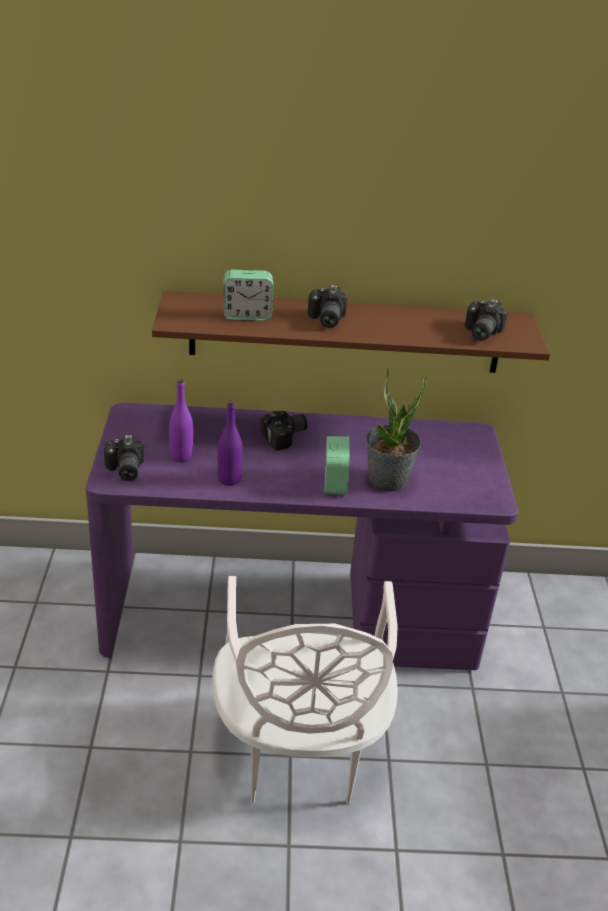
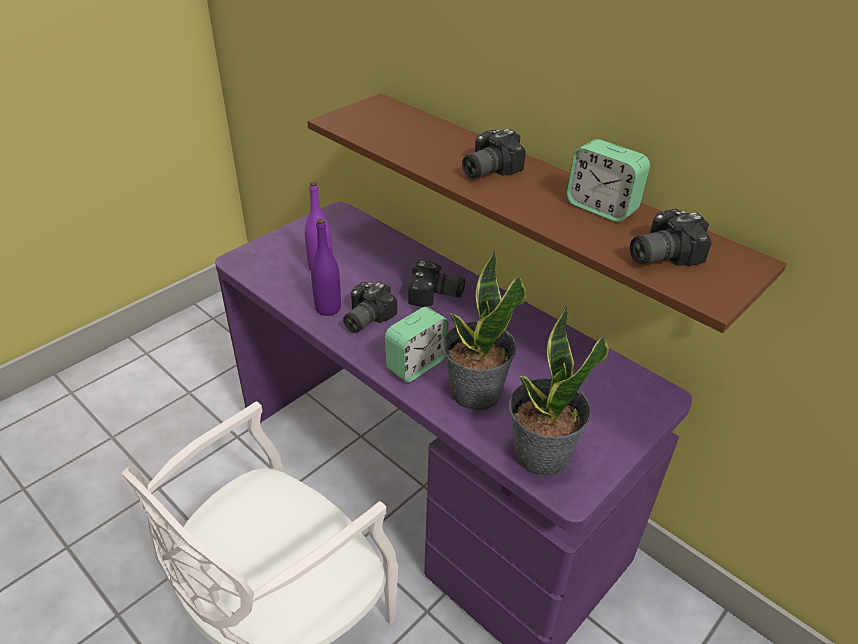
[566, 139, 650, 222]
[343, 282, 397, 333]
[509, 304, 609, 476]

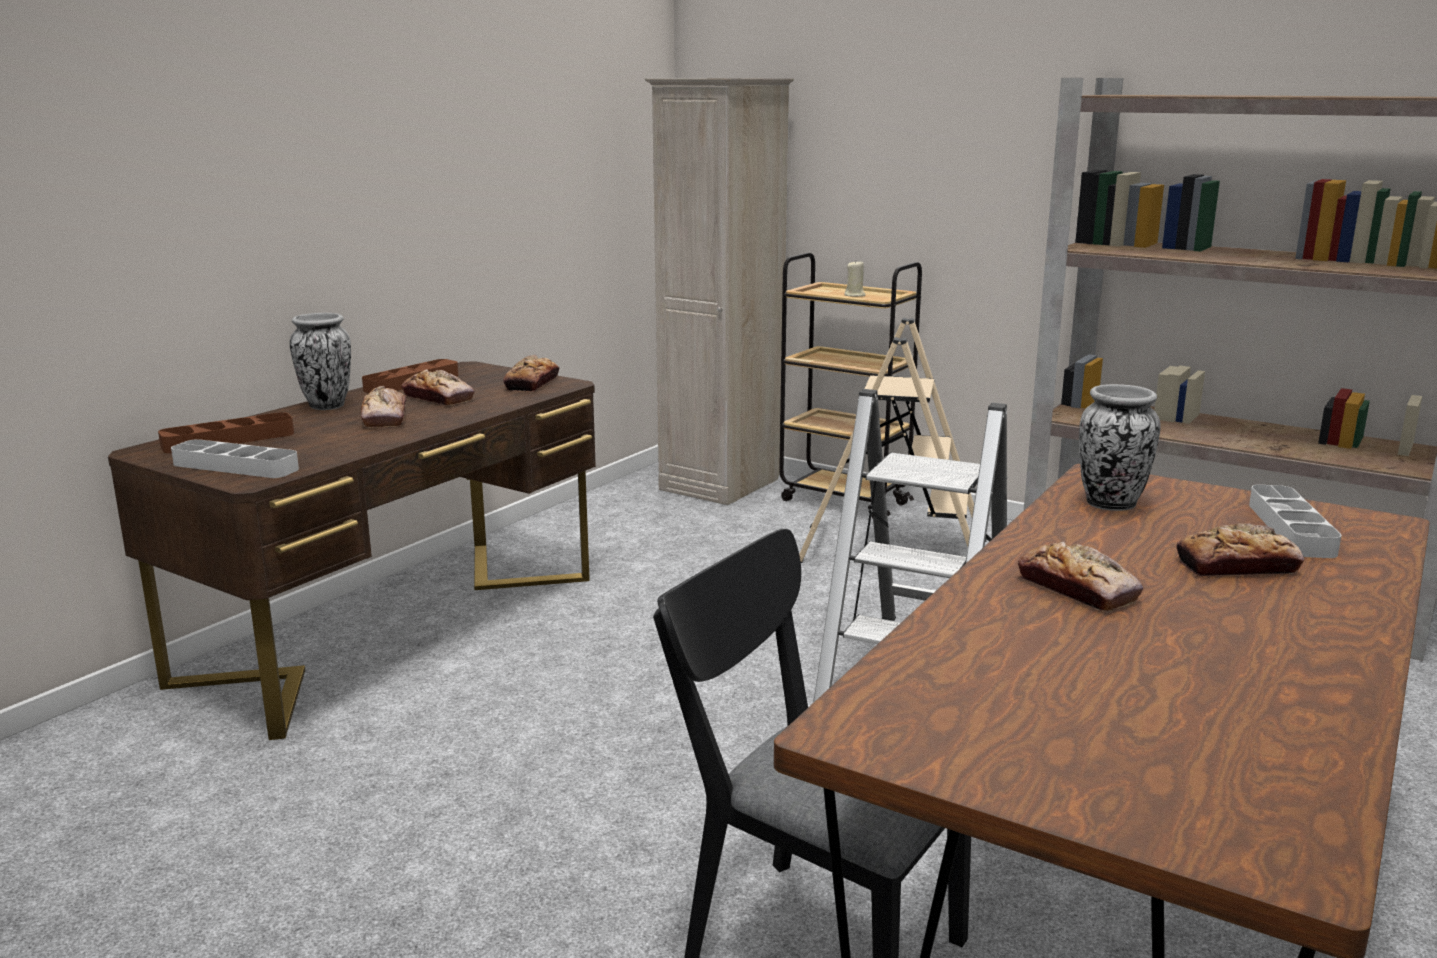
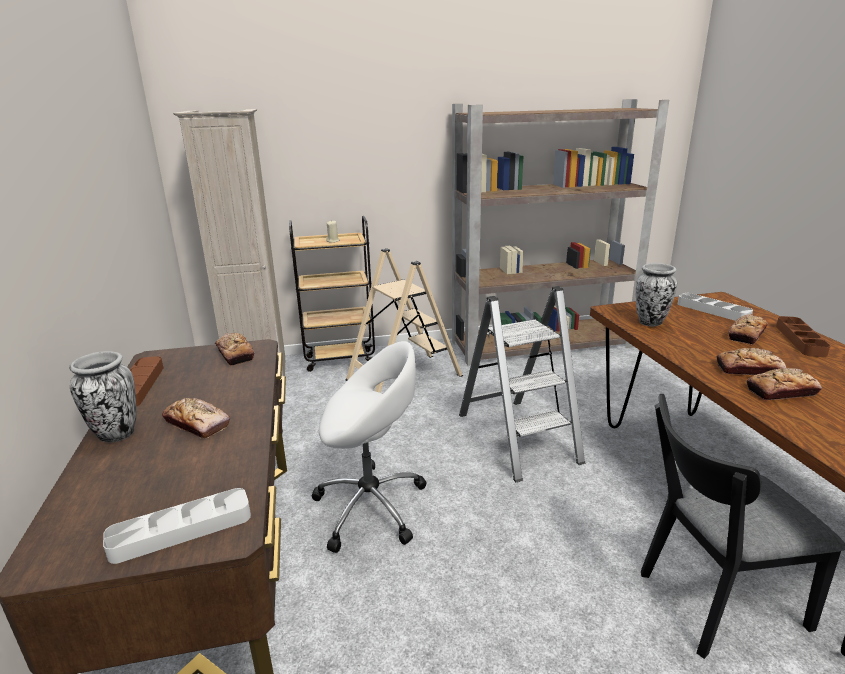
[747, 368, 822, 400]
[776, 316, 830, 357]
[312, 341, 427, 553]

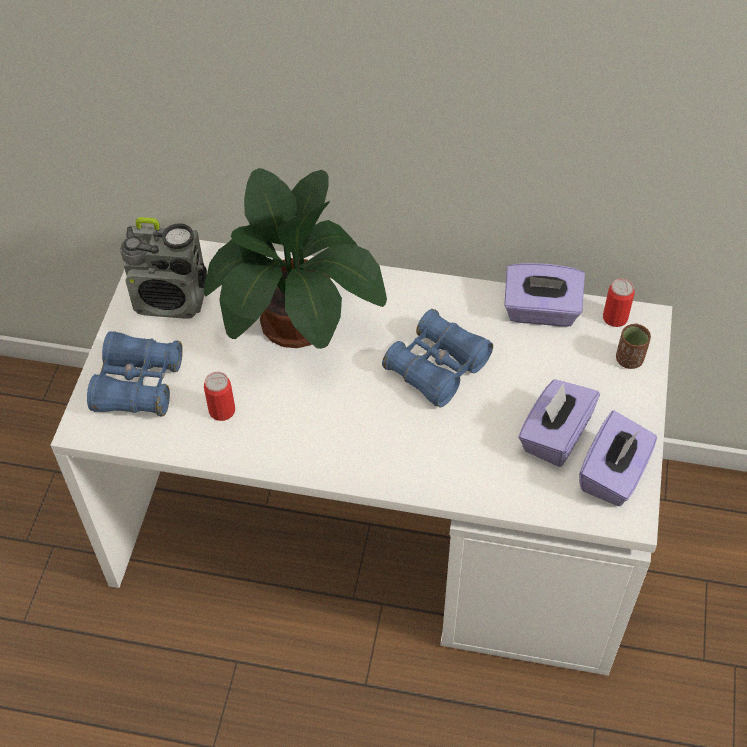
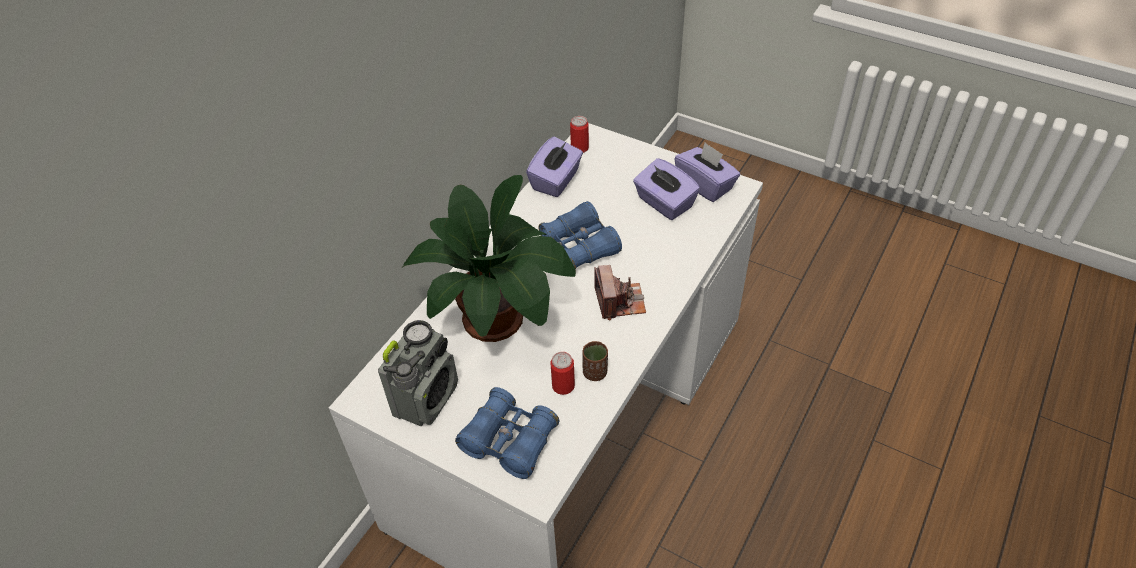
[582, 341, 608, 381]
[594, 265, 646, 320]

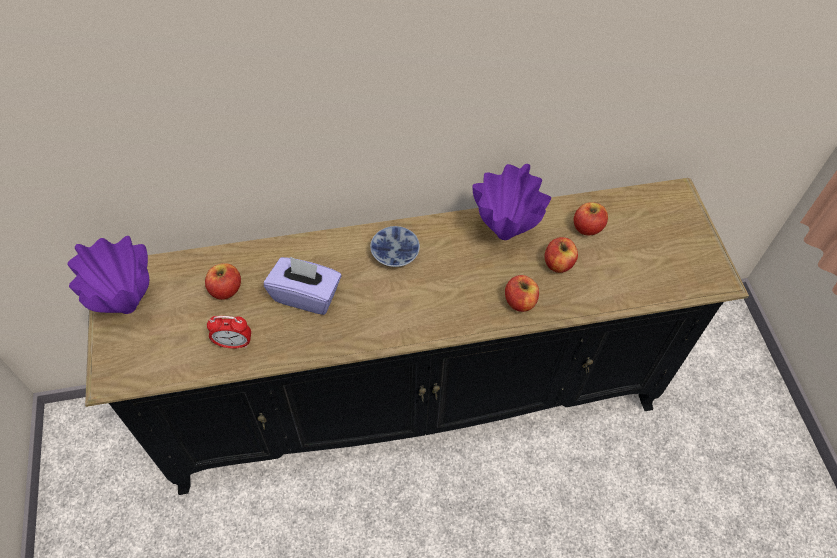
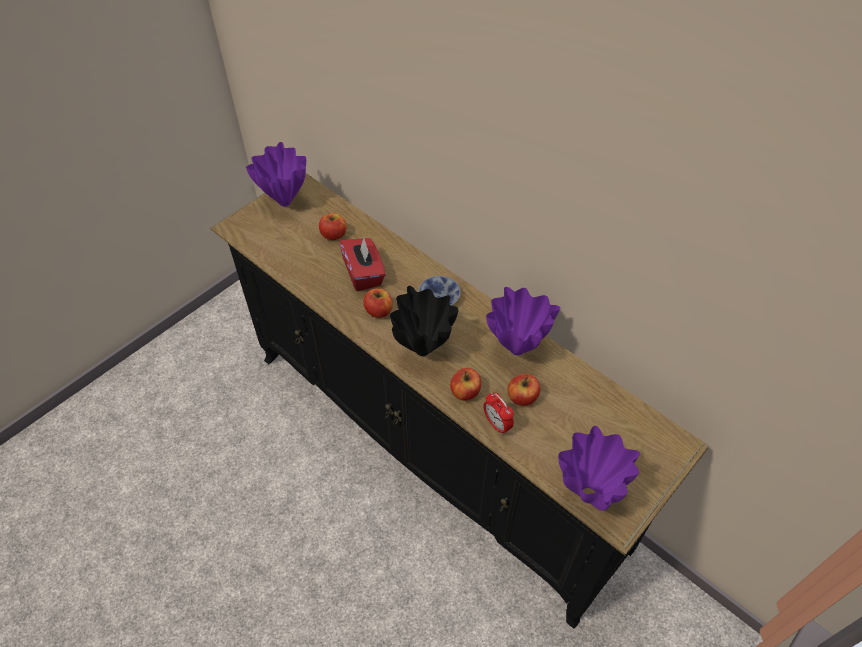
[364, 288, 393, 318]
[339, 238, 386, 291]
[483, 392, 514, 435]
[390, 286, 459, 356]
[559, 426, 640, 511]

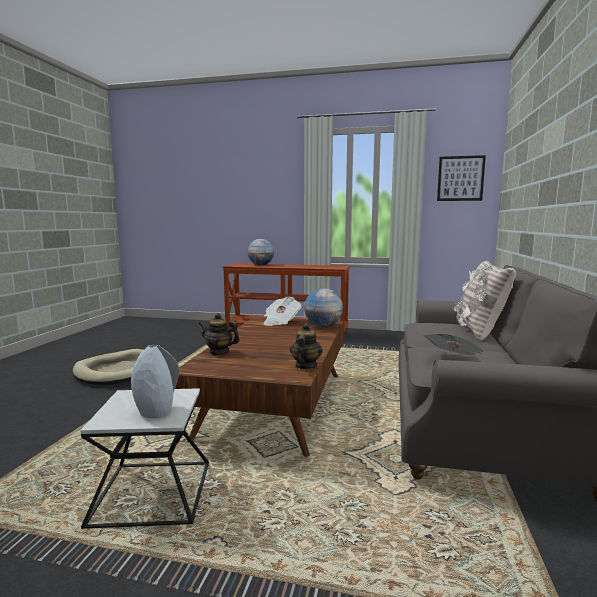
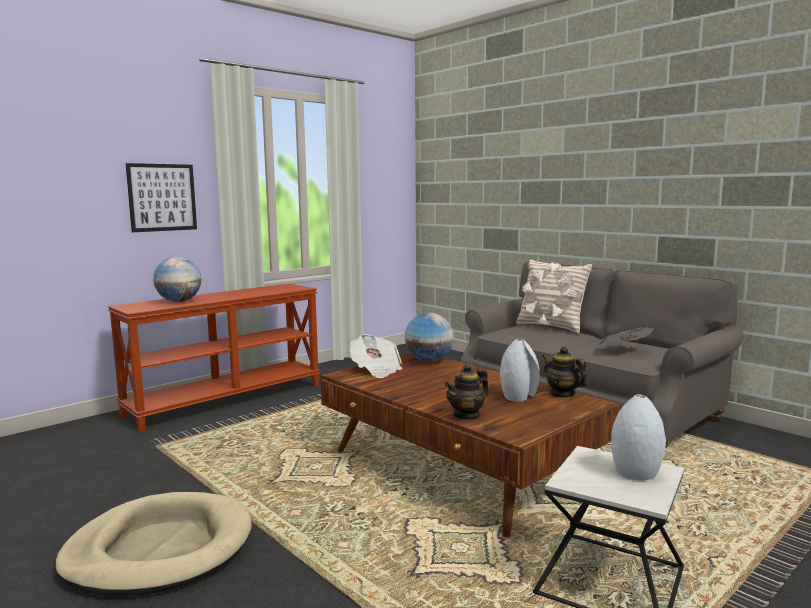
[126, 163, 197, 232]
[500, 339, 540, 402]

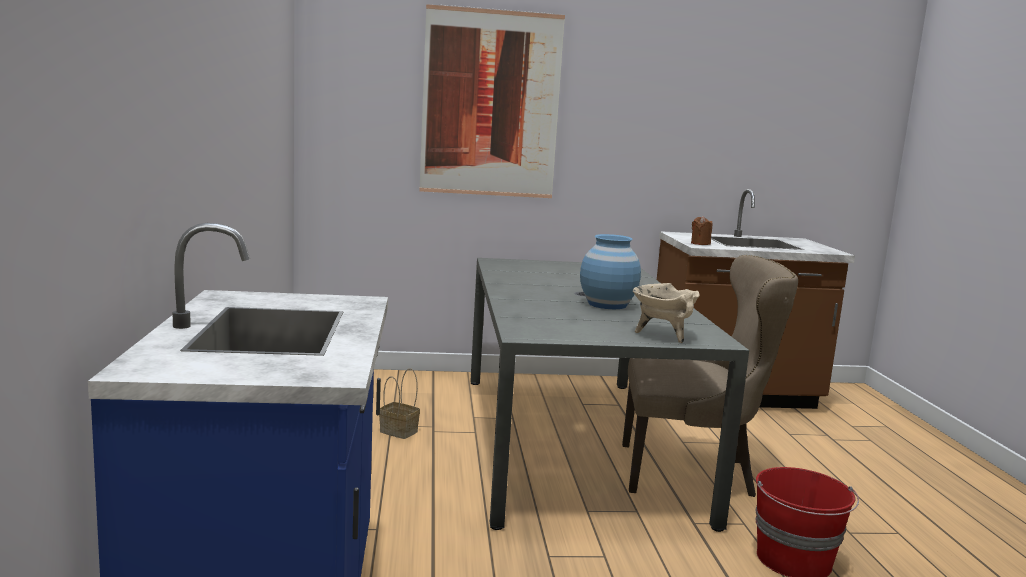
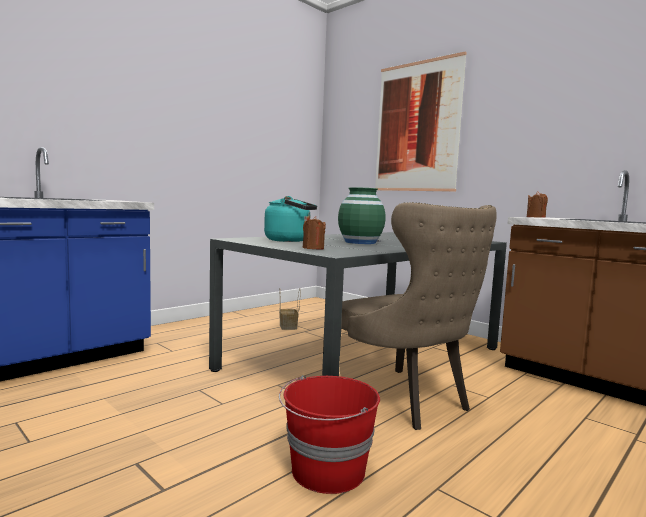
[338, 187, 385, 244]
[303, 216, 326, 249]
[264, 196, 317, 242]

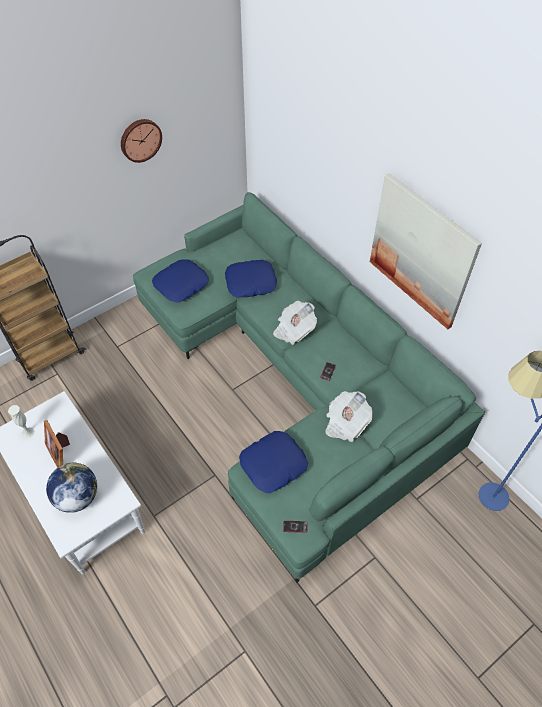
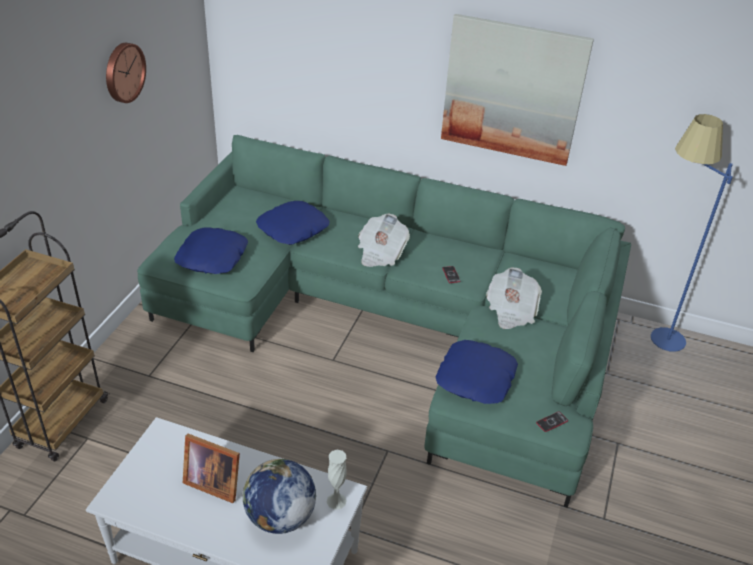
[326, 450, 347, 510]

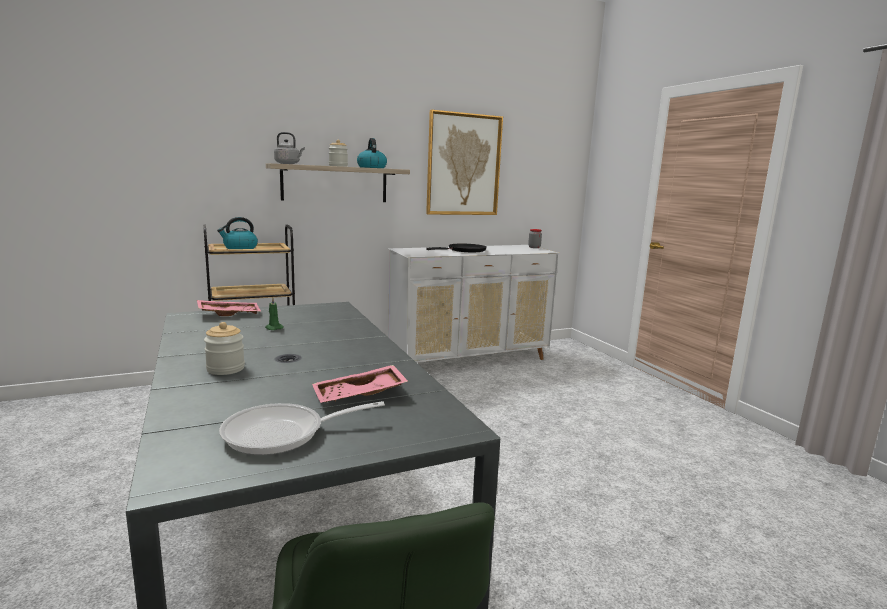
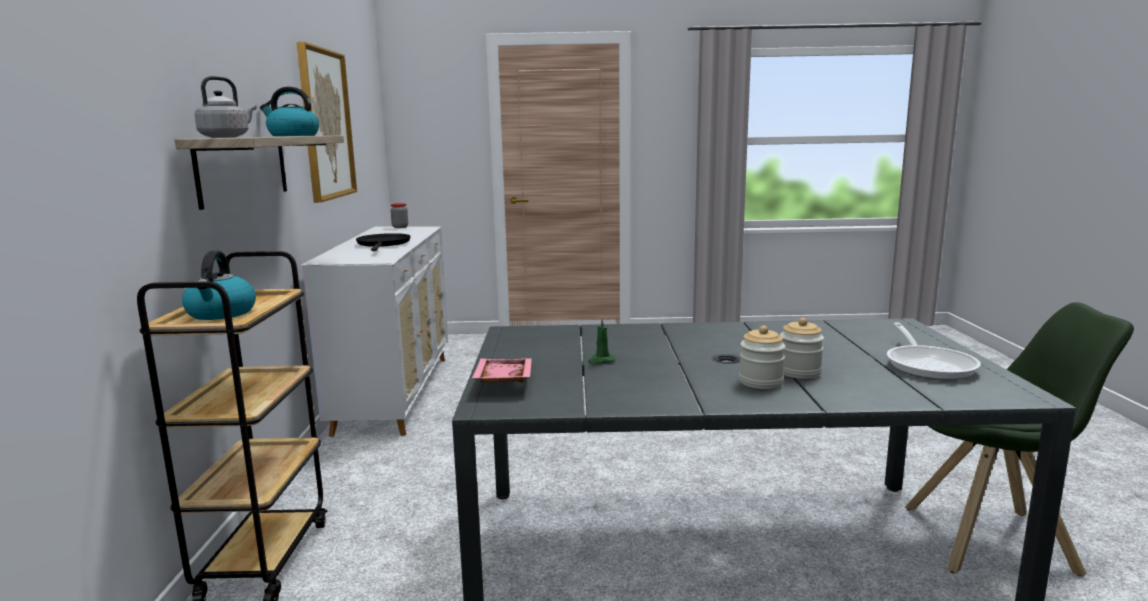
[780, 318, 824, 379]
[312, 365, 409, 403] (first image)

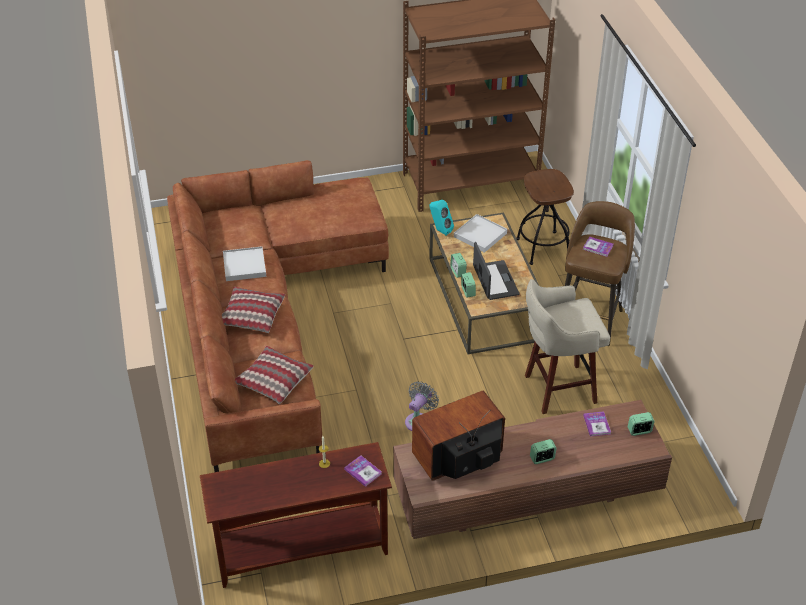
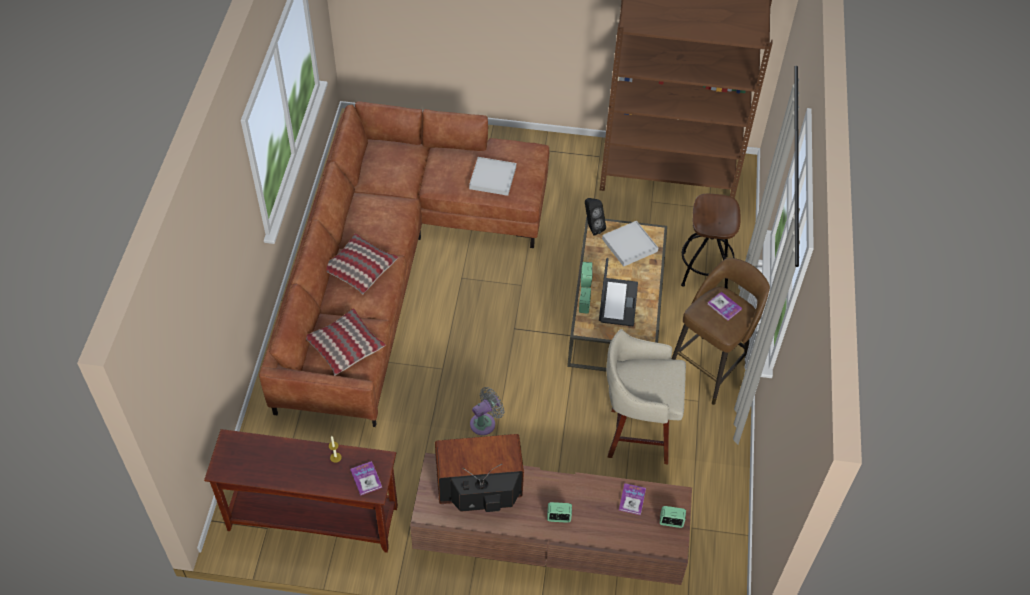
[585, 198, 606, 236]
[469, 157, 516, 196]

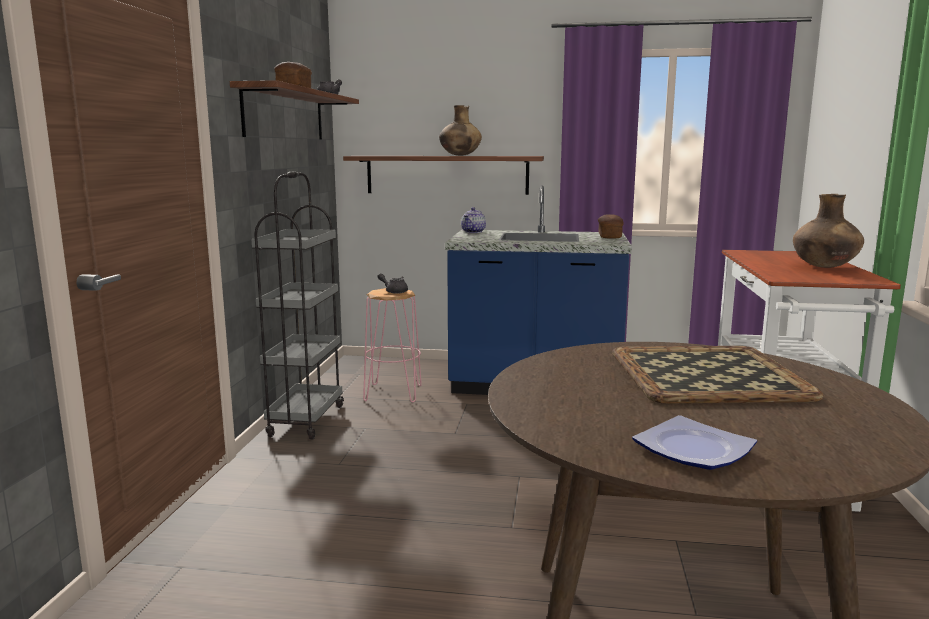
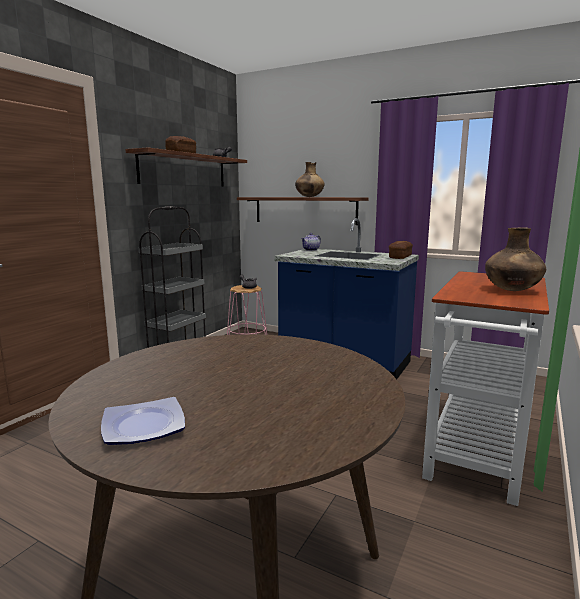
[612, 346, 823, 404] (first image)

